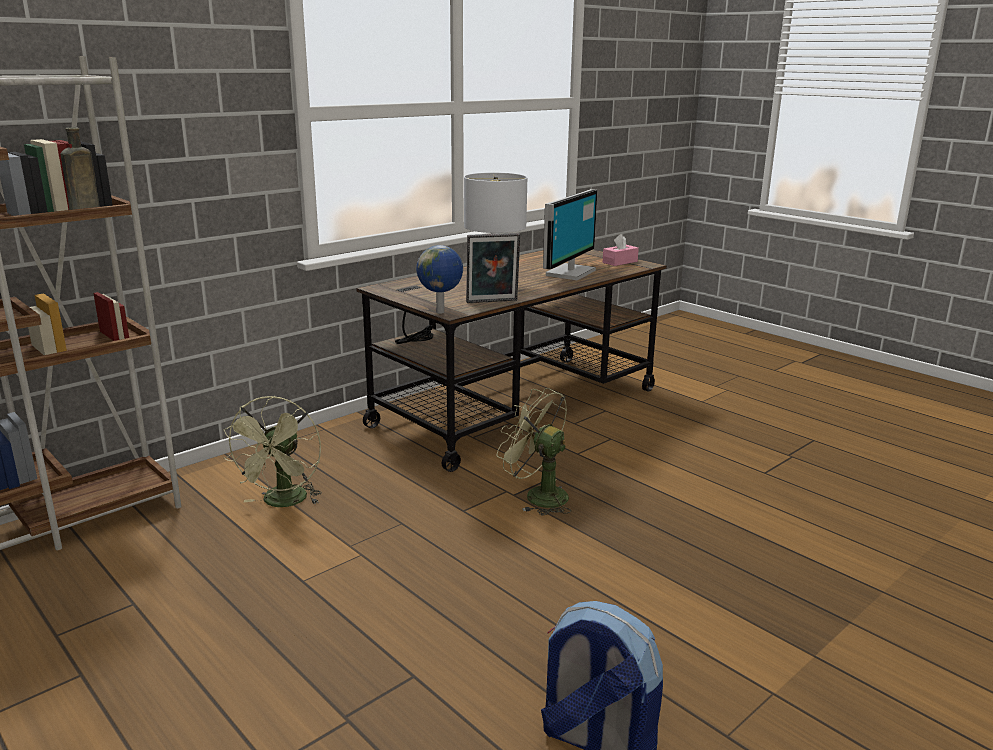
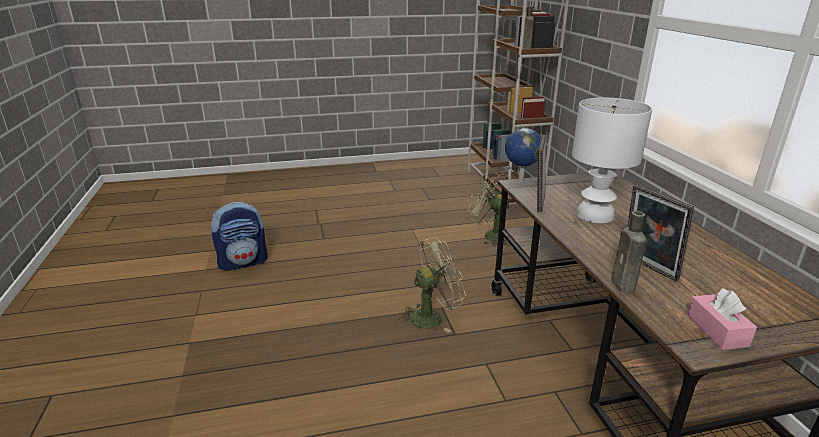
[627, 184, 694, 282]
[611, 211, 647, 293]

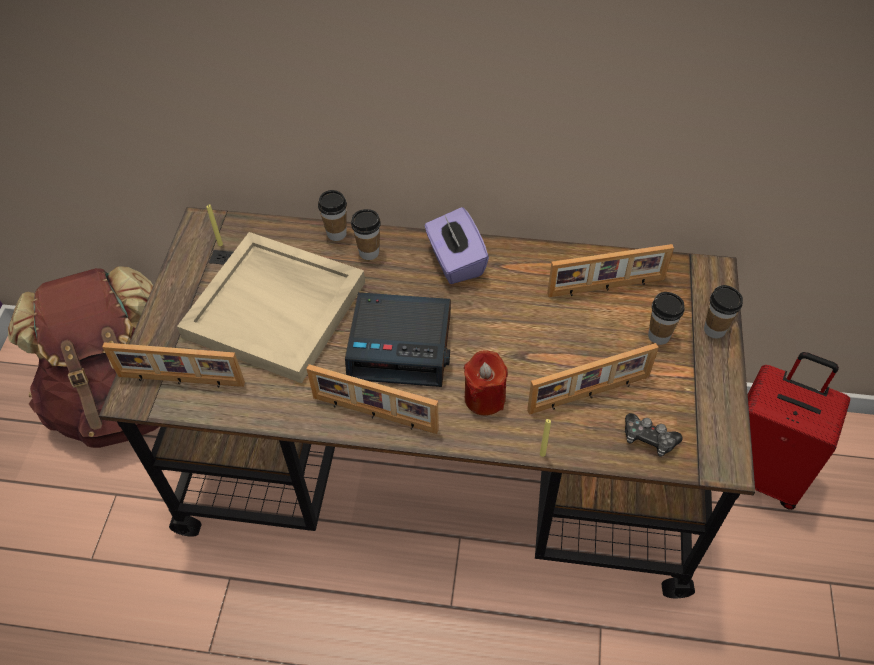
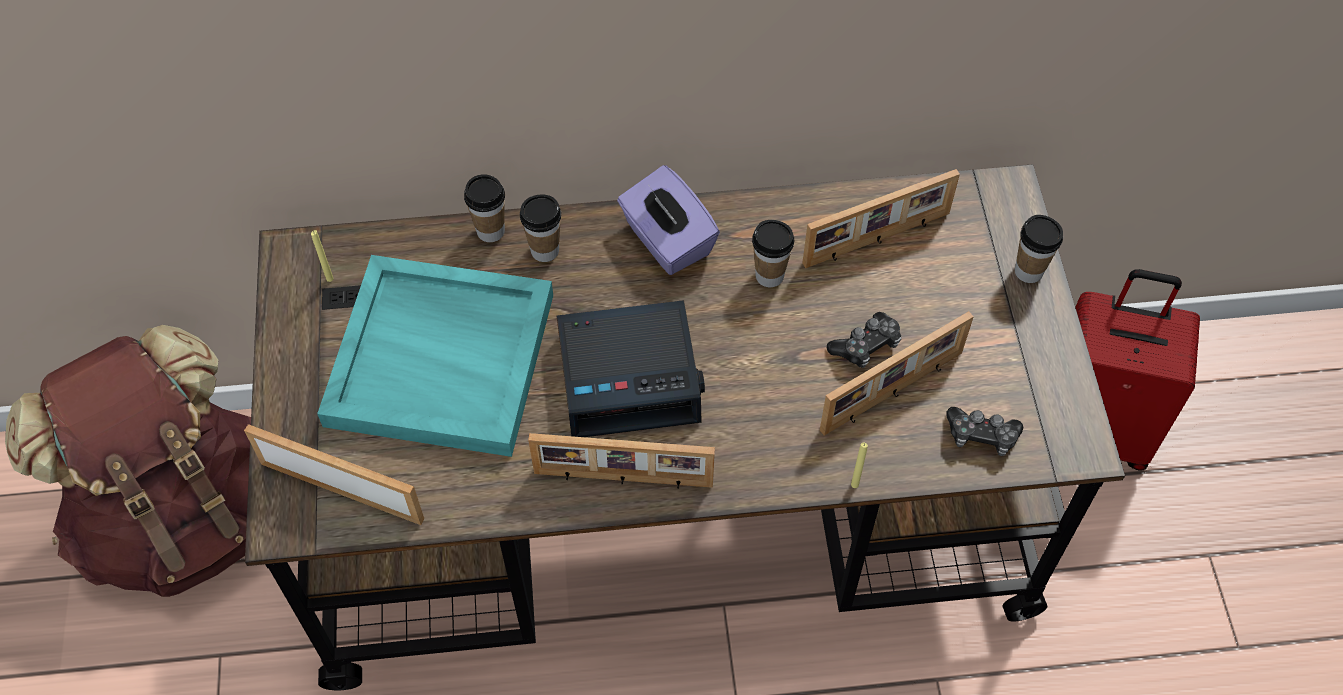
[317, 255, 553, 457]
[752, 220, 794, 287]
[244, 424, 424, 525]
[464, 350, 508, 415] (first image)
[827, 312, 902, 368]

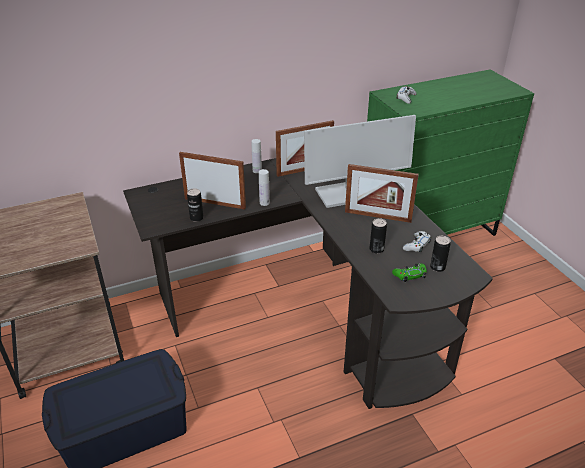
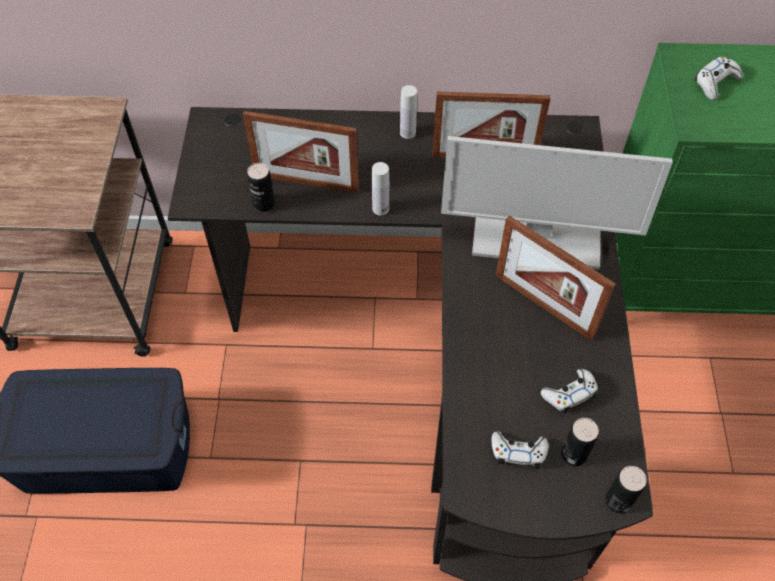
[243, 111, 359, 193]
[605, 466, 647, 514]
[491, 431, 549, 469]

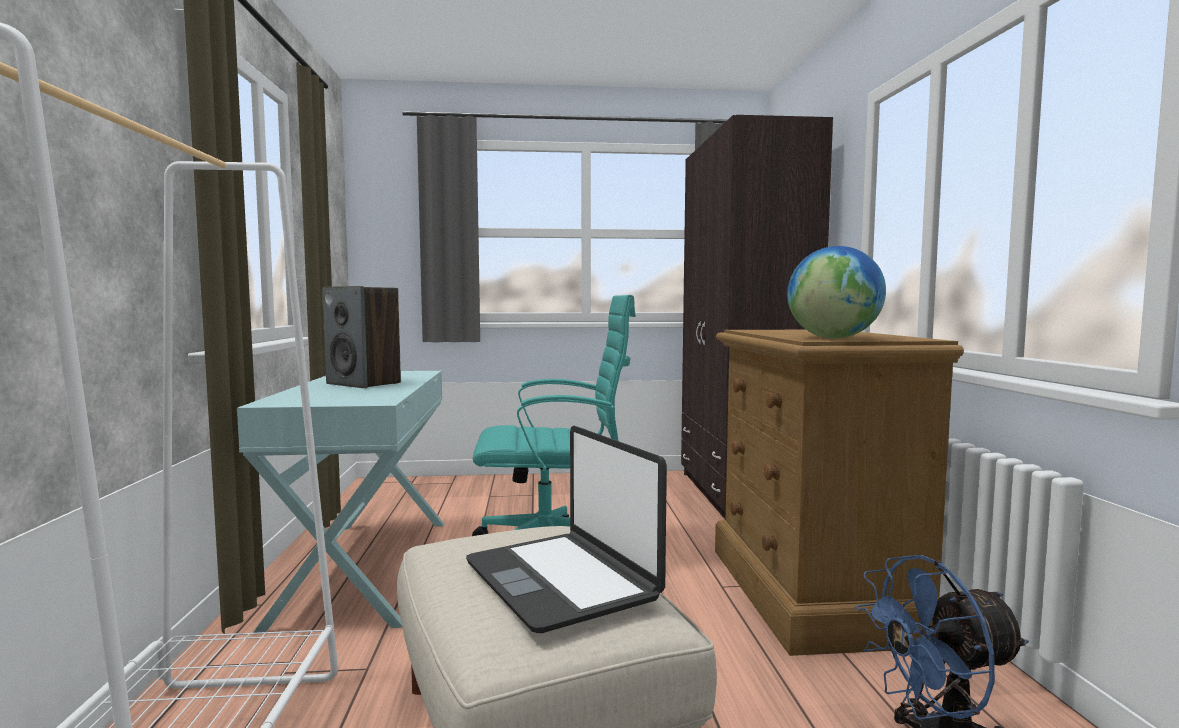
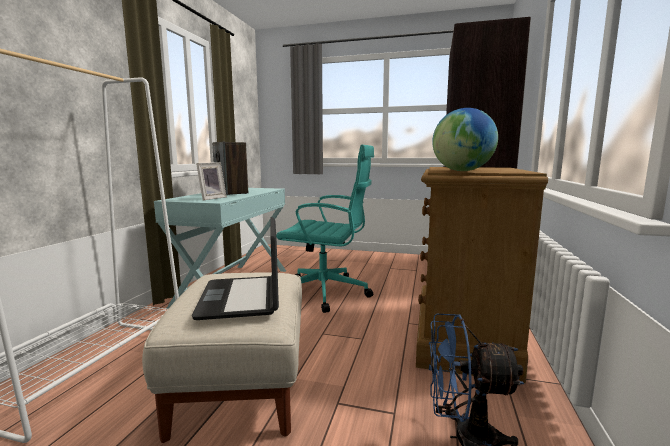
[196, 162, 227, 200]

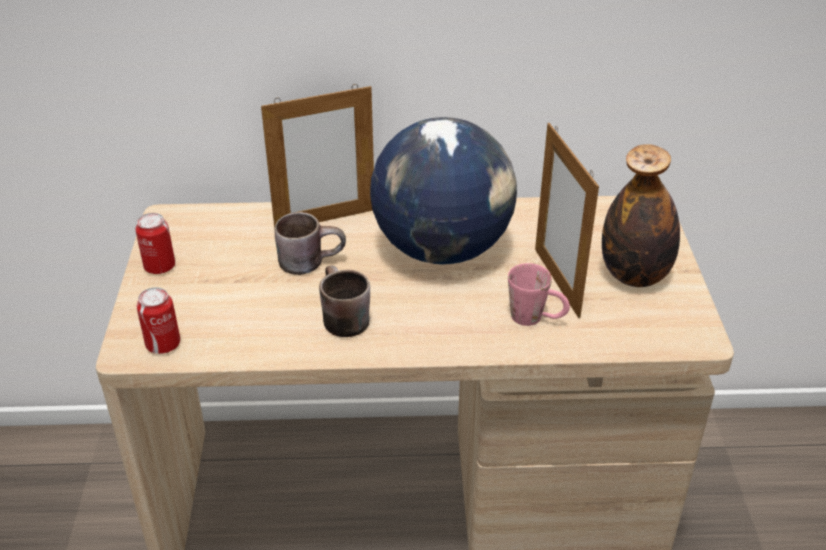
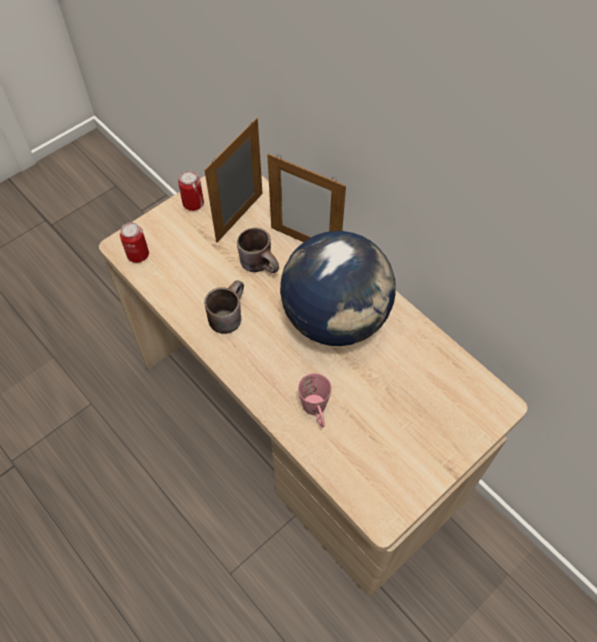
[204, 117, 263, 242]
[602, 144, 680, 287] (first image)

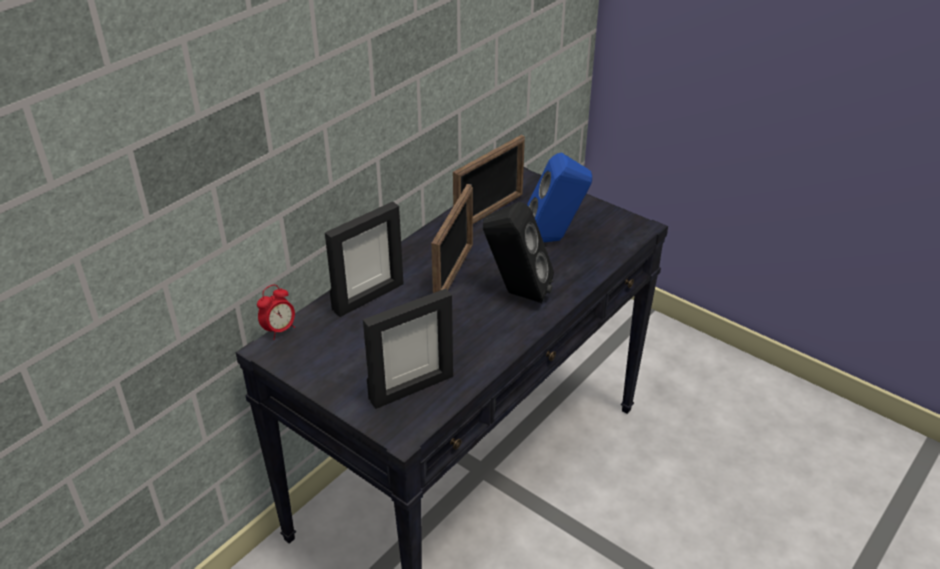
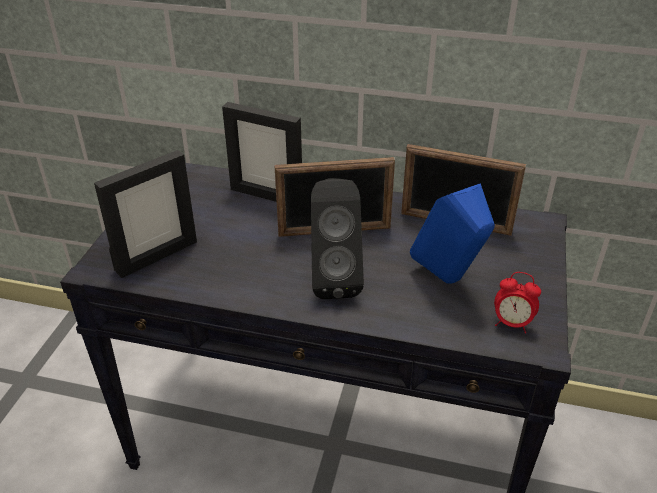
[494, 272, 541, 334]
[94, 150, 197, 278]

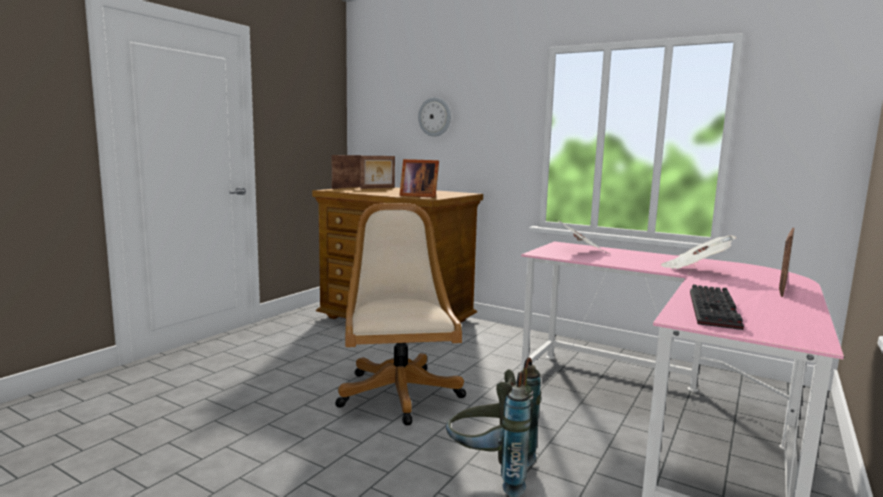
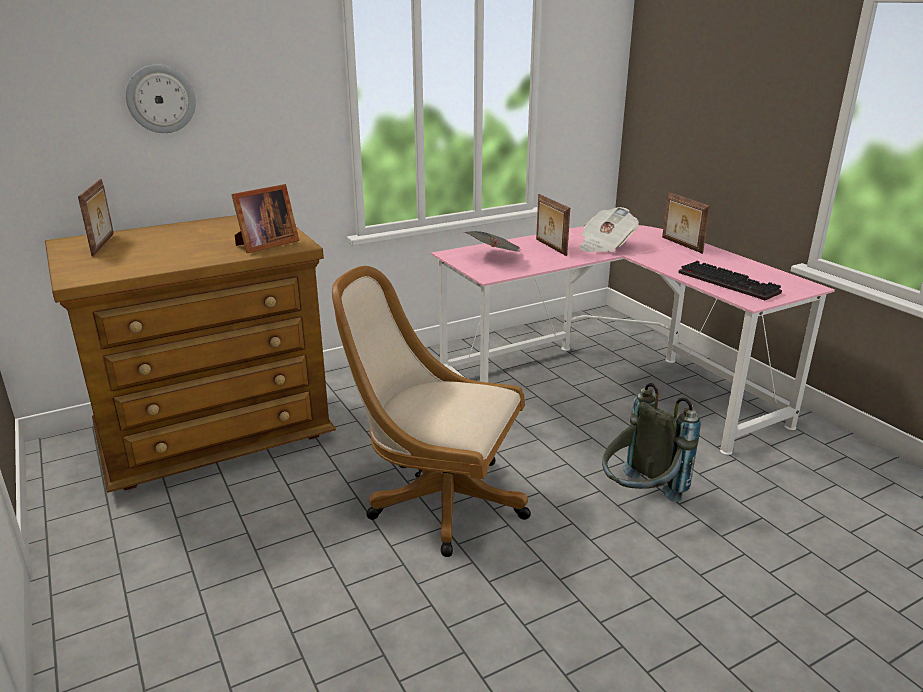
[536, 194, 570, 256]

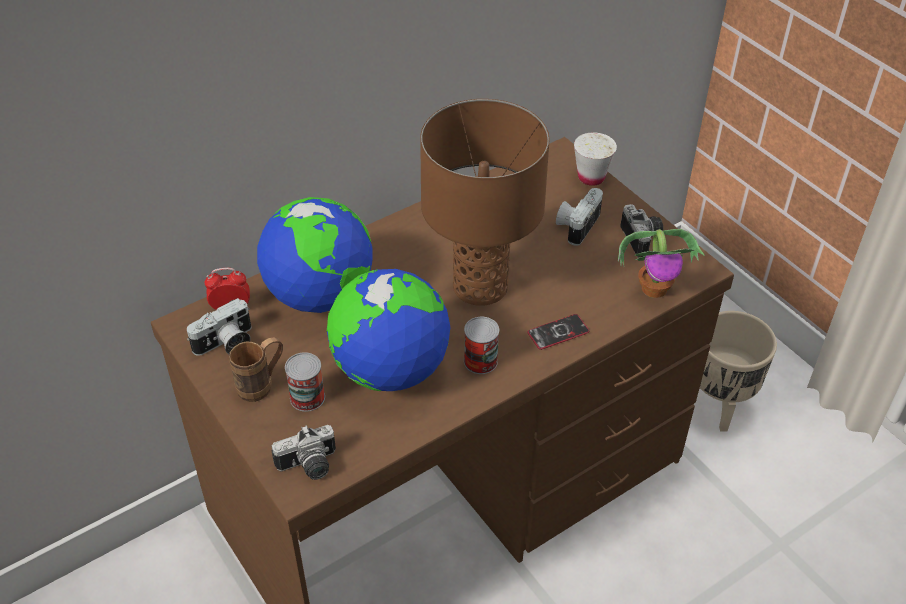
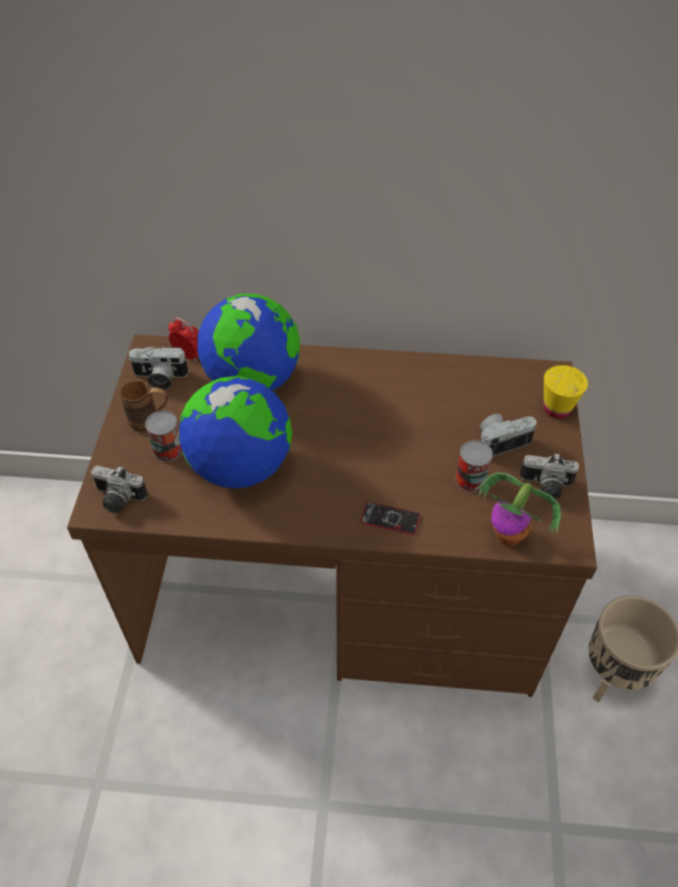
[420, 99, 550, 306] (first image)
[544, 365, 588, 418]
[519, 453, 579, 500]
[455, 440, 493, 492]

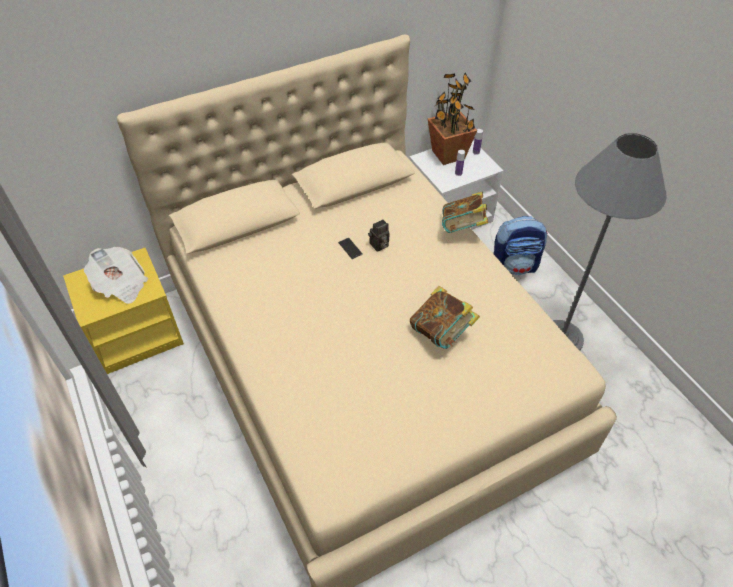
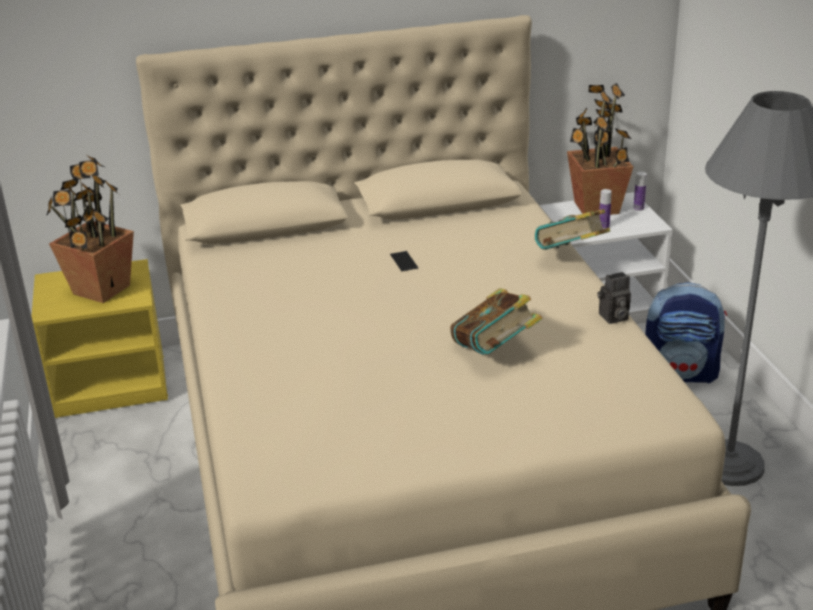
[597, 272, 631, 324]
[46, 155, 134, 303]

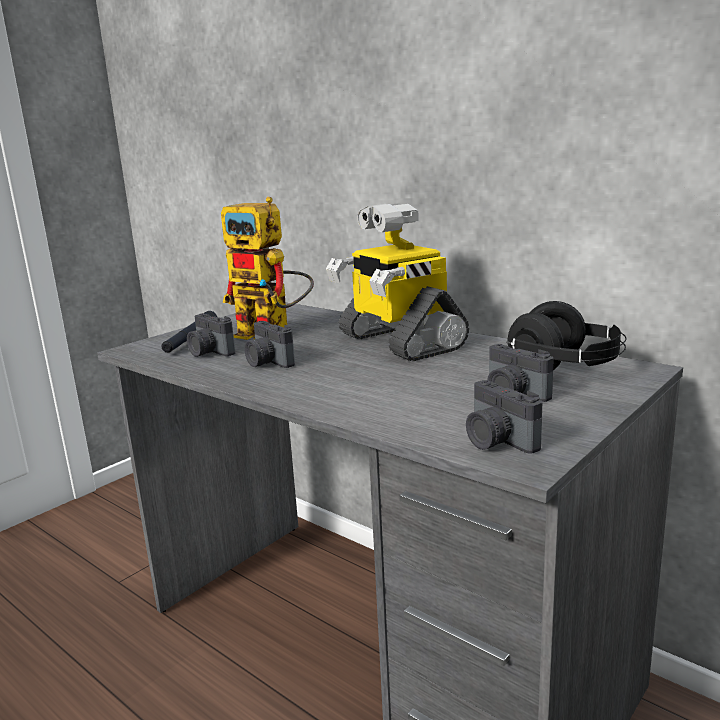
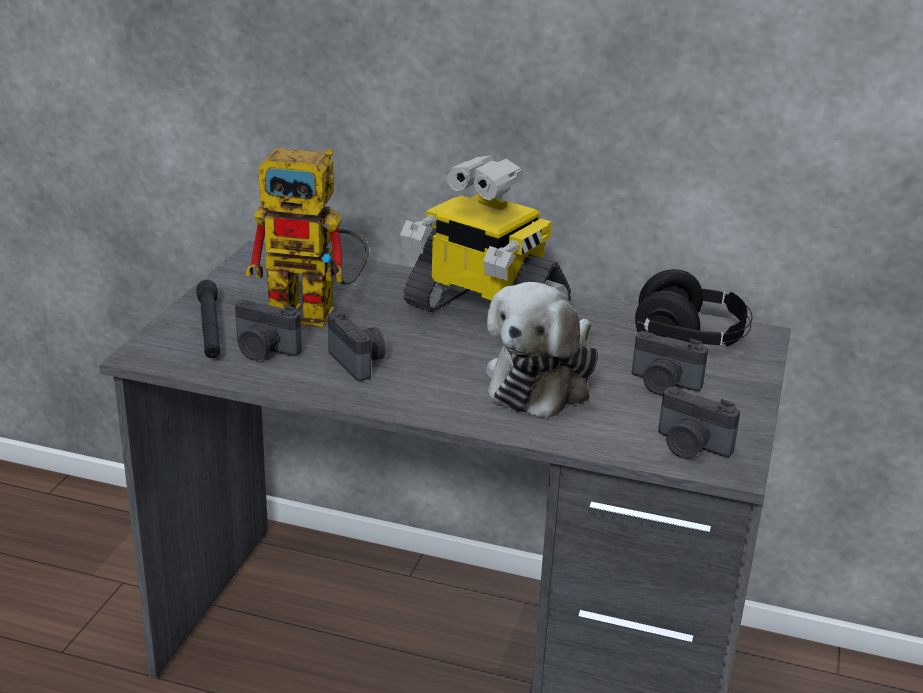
[328, 311, 386, 381]
[486, 282, 598, 419]

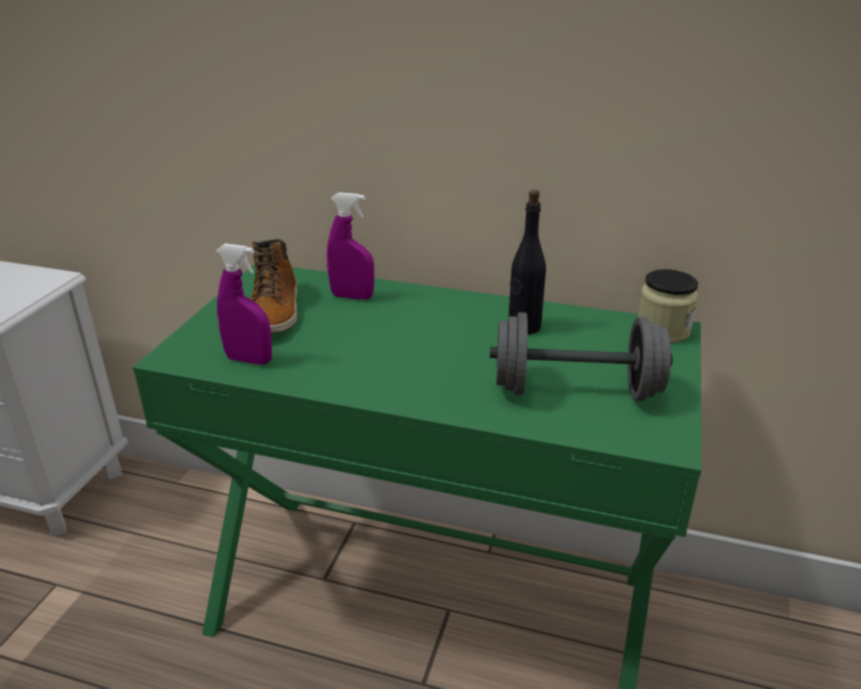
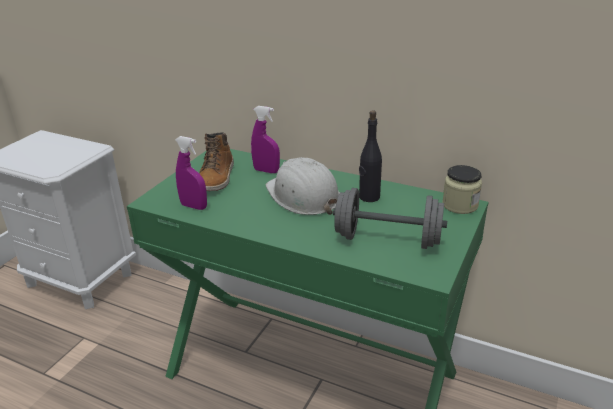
[266, 157, 340, 215]

